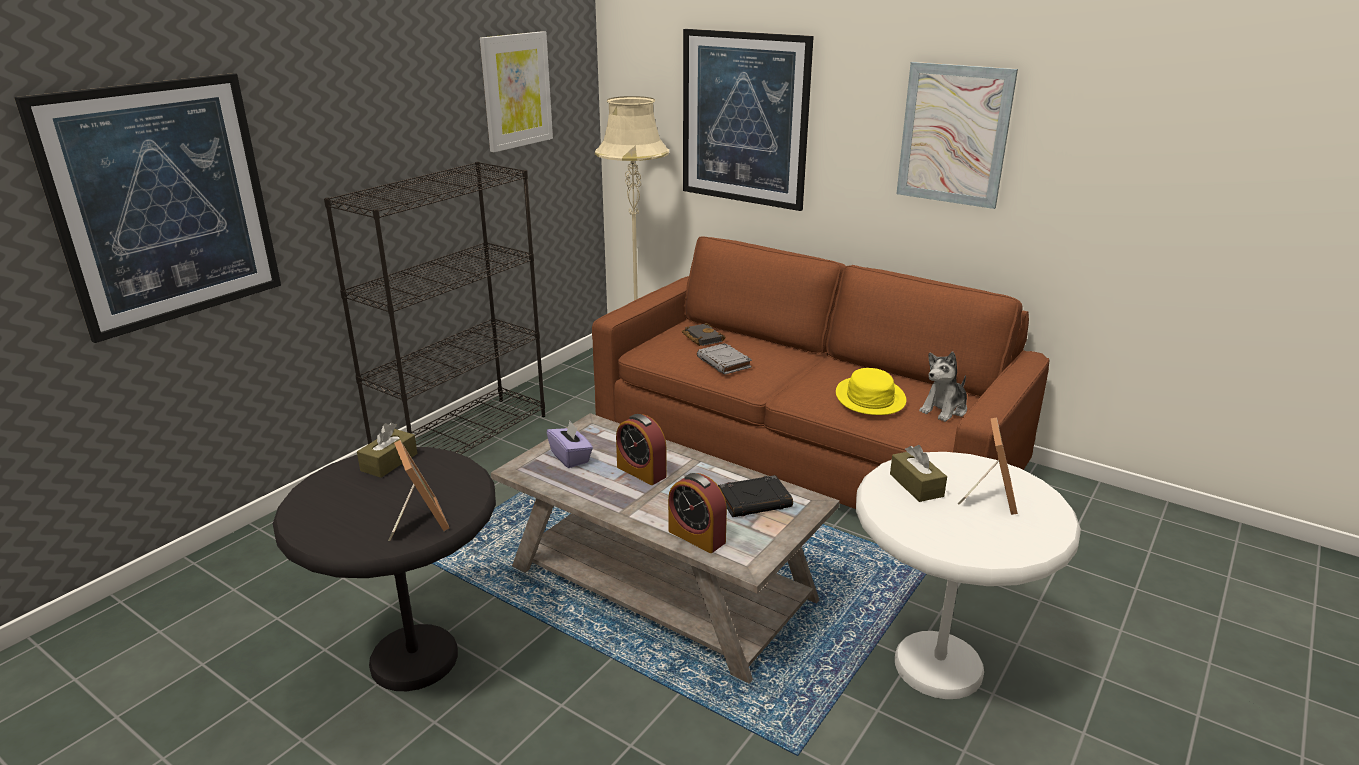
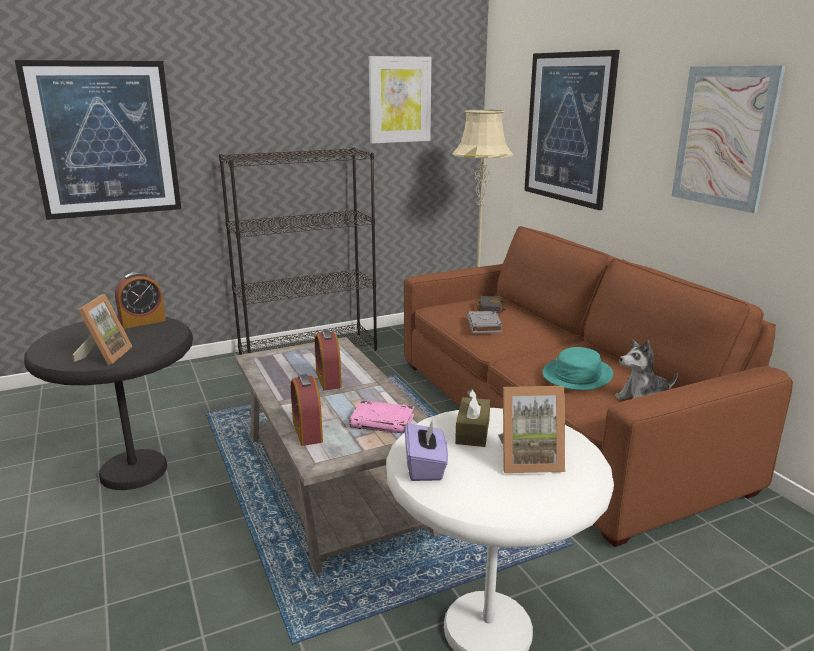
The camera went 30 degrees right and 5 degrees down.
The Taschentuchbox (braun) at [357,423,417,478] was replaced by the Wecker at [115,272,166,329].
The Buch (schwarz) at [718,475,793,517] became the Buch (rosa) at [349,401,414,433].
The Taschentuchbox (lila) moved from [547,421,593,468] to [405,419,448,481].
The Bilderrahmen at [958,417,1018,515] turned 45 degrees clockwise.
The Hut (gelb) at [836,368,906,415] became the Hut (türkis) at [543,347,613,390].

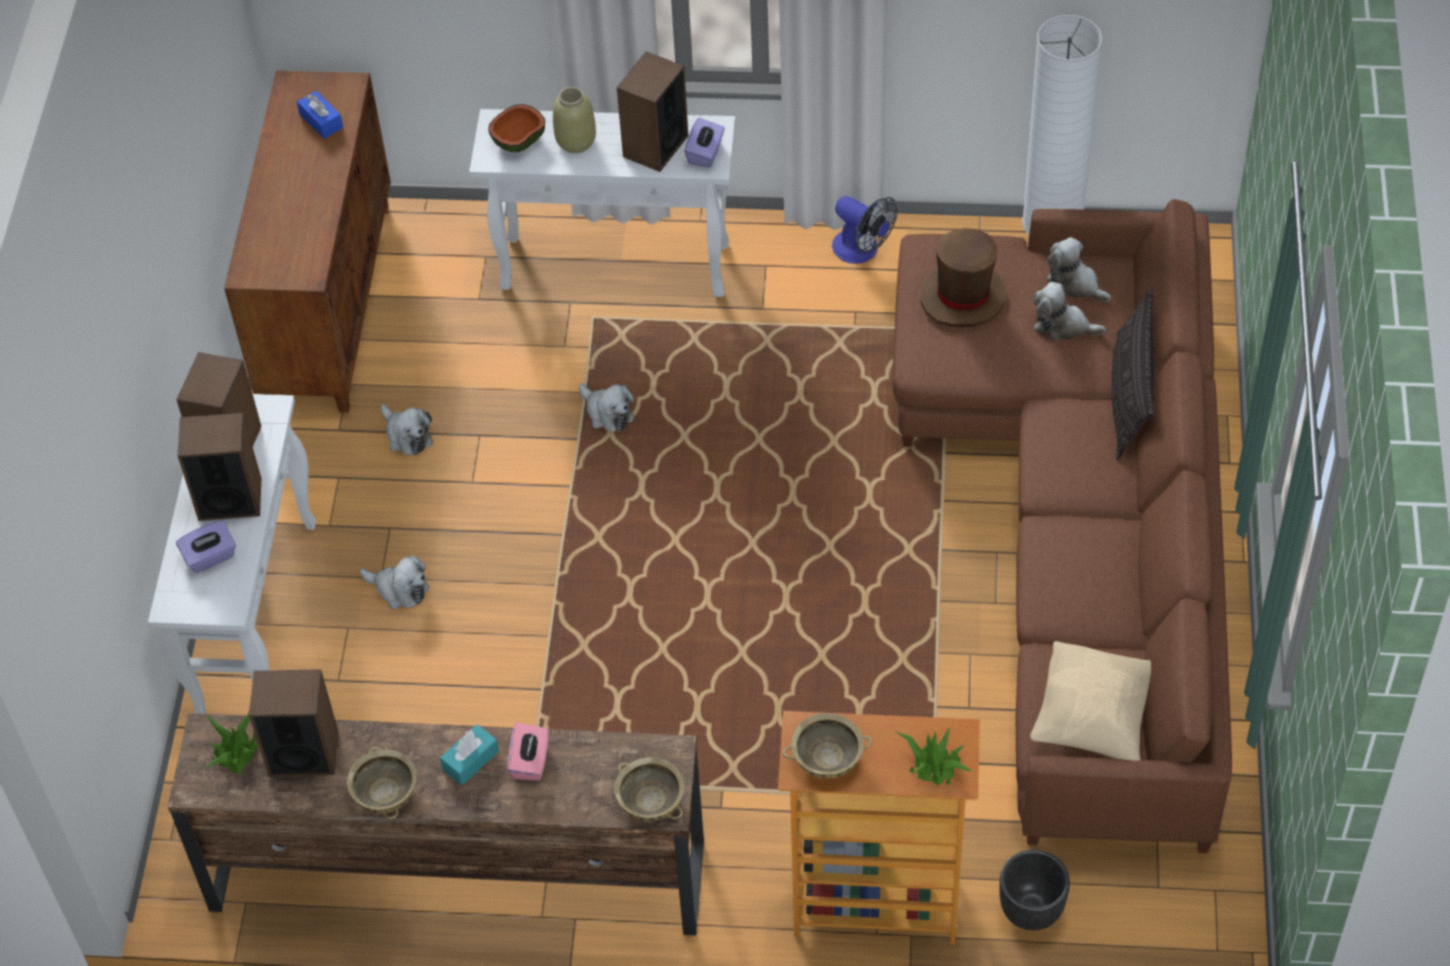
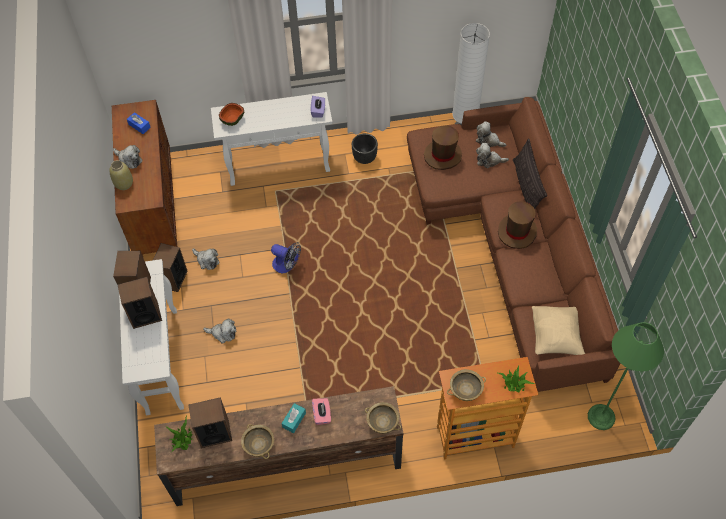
The camera went 15 degrees left and 5 degrees up.
The Vase (beige) moved from [553,87,596,153] to [109,160,133,190].
The Plüschtier moved from [579,383,634,431] to [113,145,143,169].
The Lautsprecher moved from [617,51,688,172] to [153,243,188,292].
The Ventilator moved from [832,196,897,264] to [271,242,301,273].
The Pflanzkübel (schwarz) moved from [999,850,1070,931] to [352,133,378,164].
The Hut (braun) at [498,201,537,249] appeared.
The Stehlampe (grün) at [588,322,664,430] appeared.
The Taschentuchbox (lila) at [176,520,236,573] disappeared.

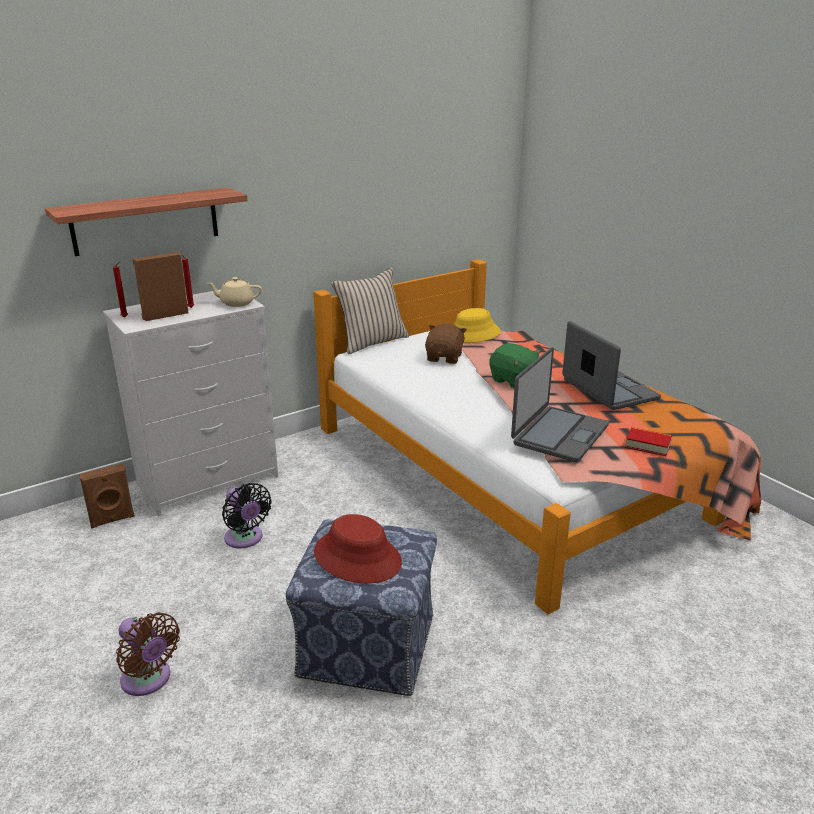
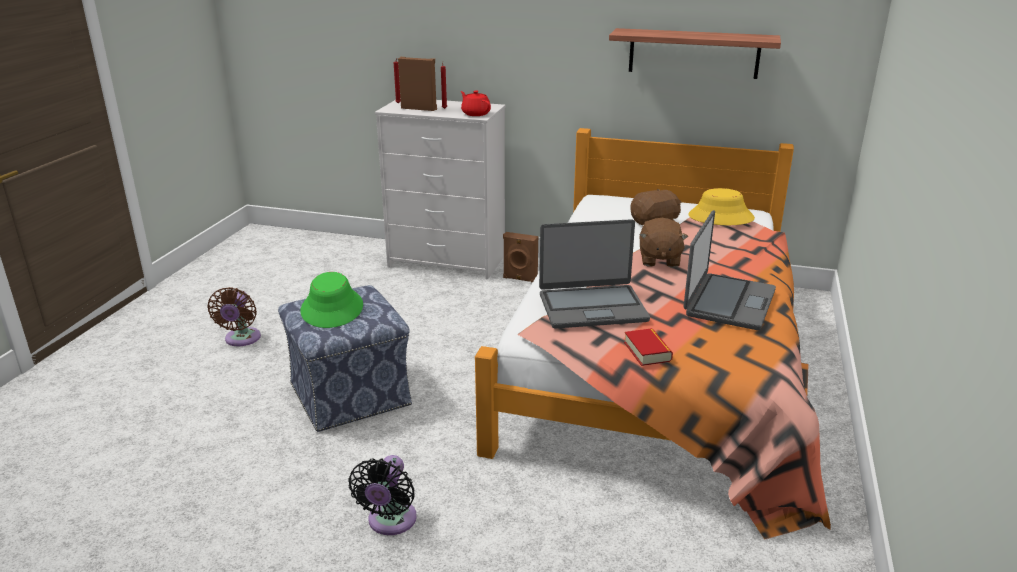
The camera went 50 degrees right and 0 degrees up.
The Hut (rot) at [314,514,402,584] became the Hut (grün) at [300,272,363,328].
The Ventilator (schwarz) moved from [222,483,272,549] to [348,455,417,535].
The Teekanne (beige) at [207,277,262,307] became the Teekanne (rot) at [460,91,491,116].
The Lautsprecher (braun) moved from [79,463,135,529] to [503,232,538,283].
The Wandregal moved from [45,188,248,256] to [609,28,781,79].
The Plüschtier (grün) at [489,343,541,388] became the Plüschtier (braun) at [640,218,688,268].
The Kissen (beige) at [331,267,409,354] disappeared.

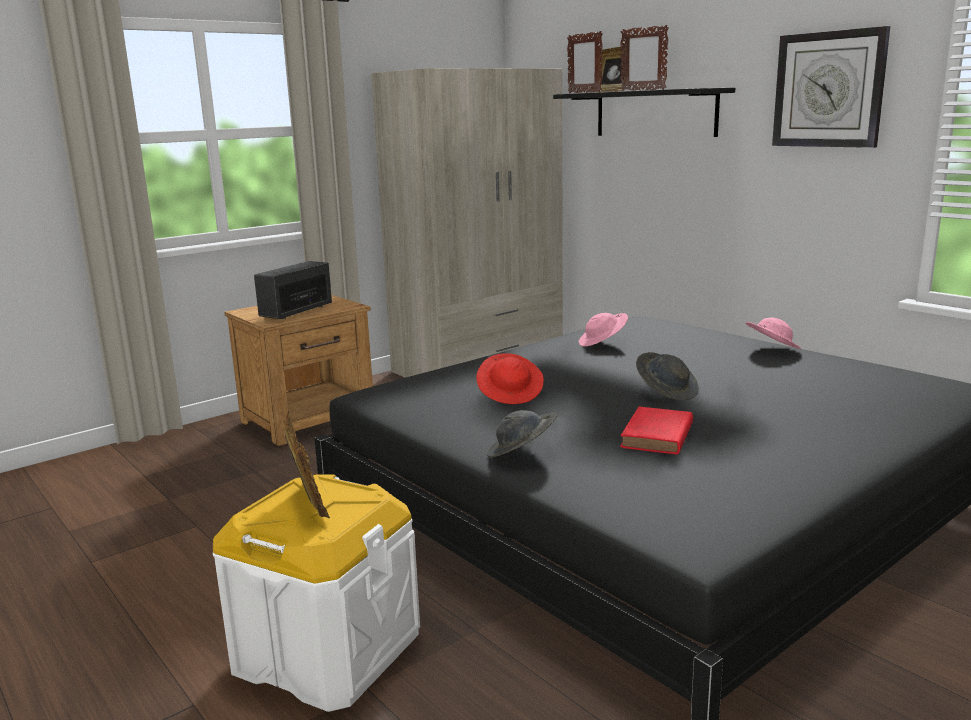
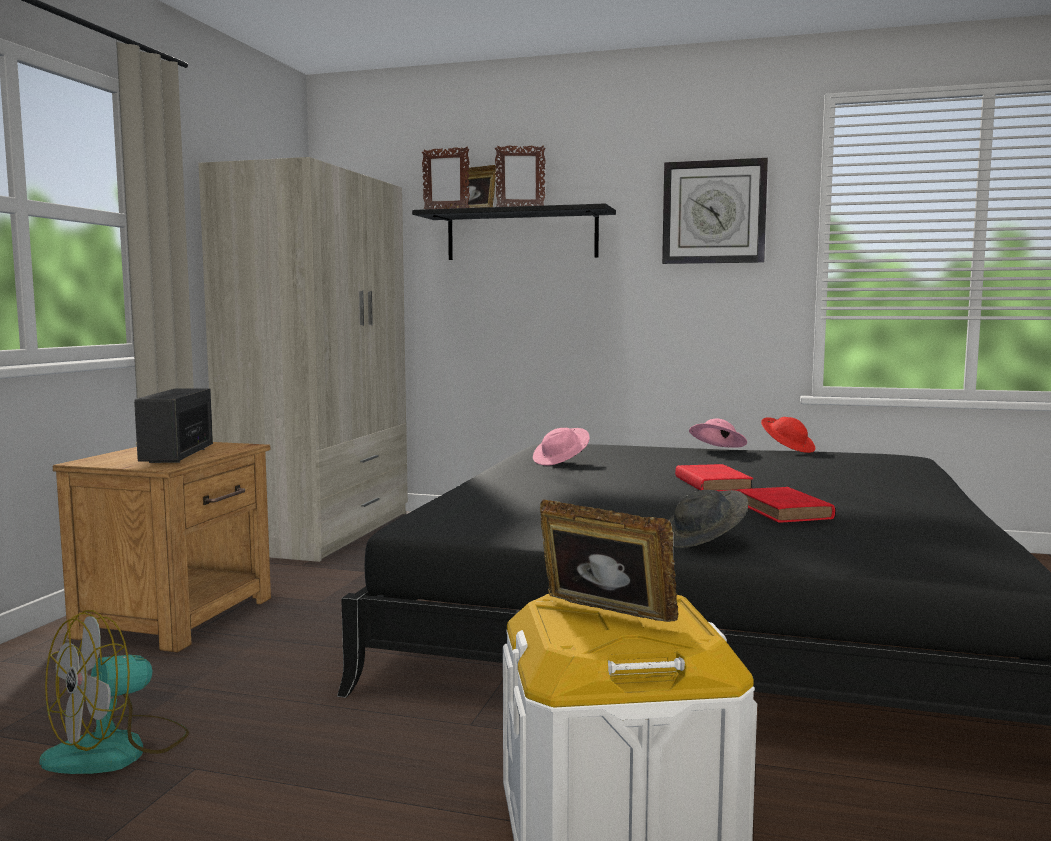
The camera went 35 degrees left and 10 degrees down.
The Ventilator at [39,610,189,774] appeared.
The Hut (grau) at [636,352,699,400] was replaced by the Buch (rot) at [675,464,753,492].
The Hut (rot) moved from [476,353,544,404] to [761,417,815,453].

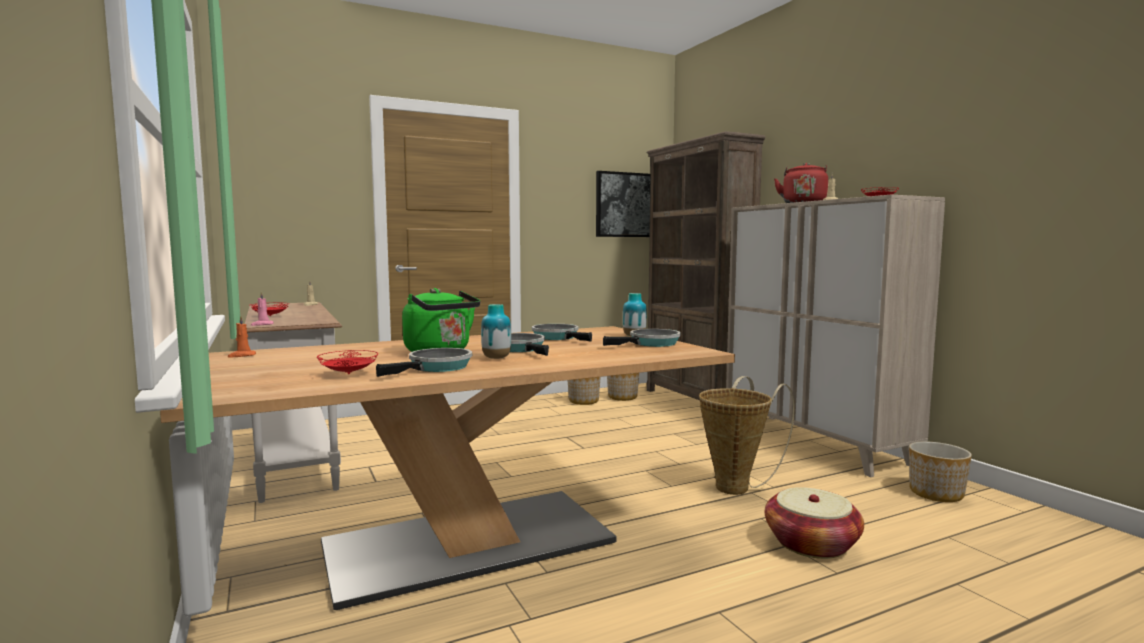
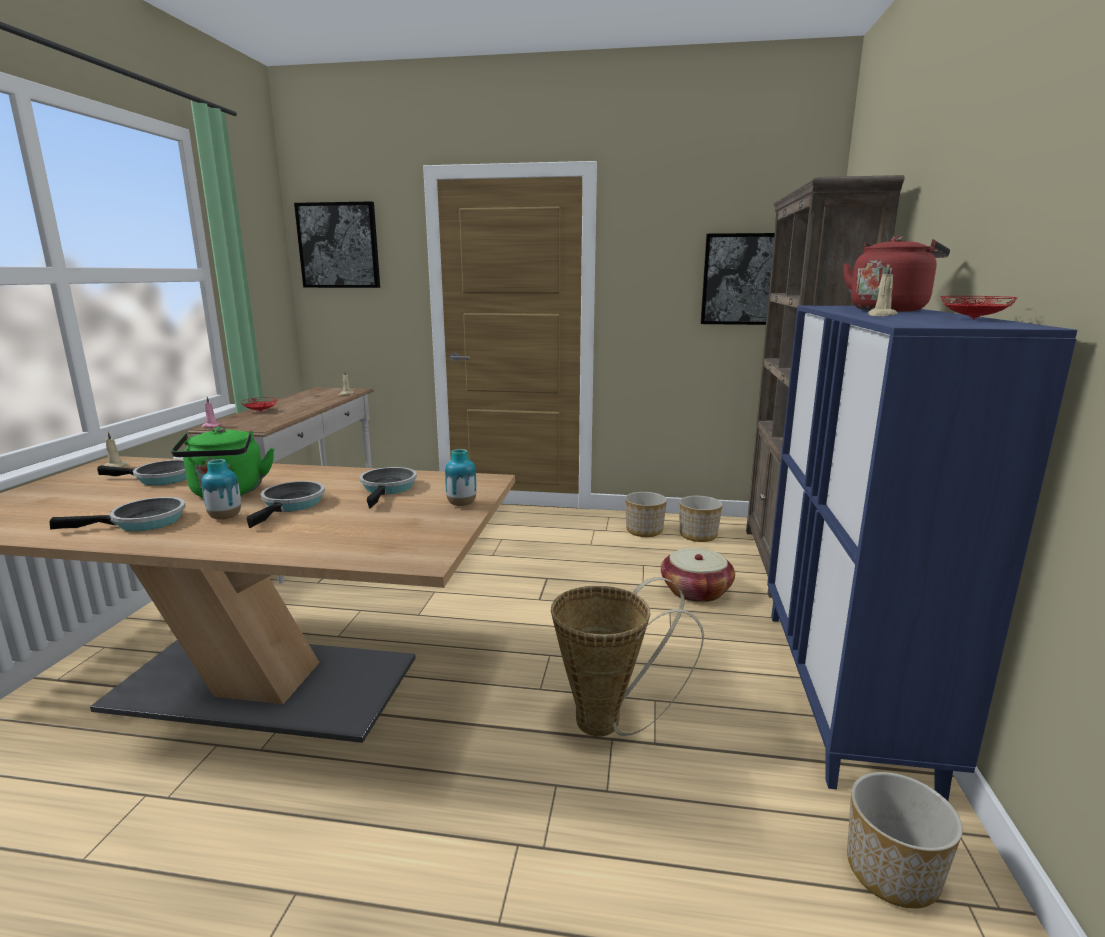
The camera went 35 degrees right and 10 degrees up.
The Pfanne moved from [603,329,681,347] to [97,460,187,486].
The Kerze (orange) at [228,315,256,358] became the Kerze (beige) at [104,432,127,467].
The Bild at [294,201,380,288] appeared.
The Korb moved from [765,487,864,559] to [661,548,735,602].
The Schrank (beige) at [726,194,945,477] became the Schrank (blau) at [767,305,1077,801].
The Teller (rot) at [317,350,378,374] disappeared.

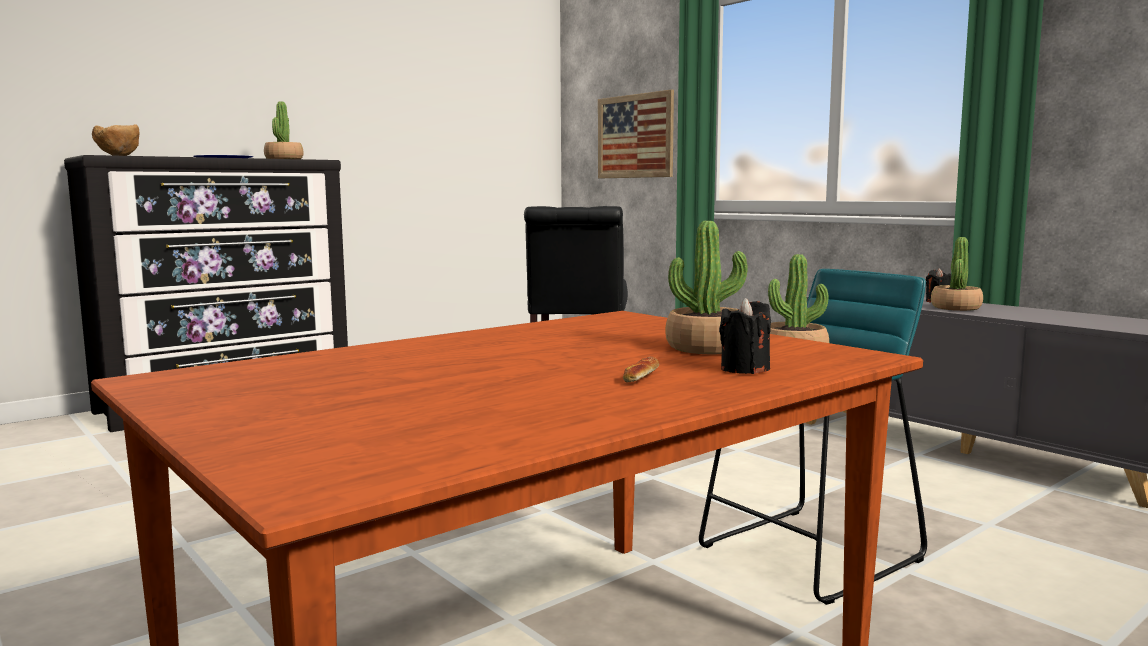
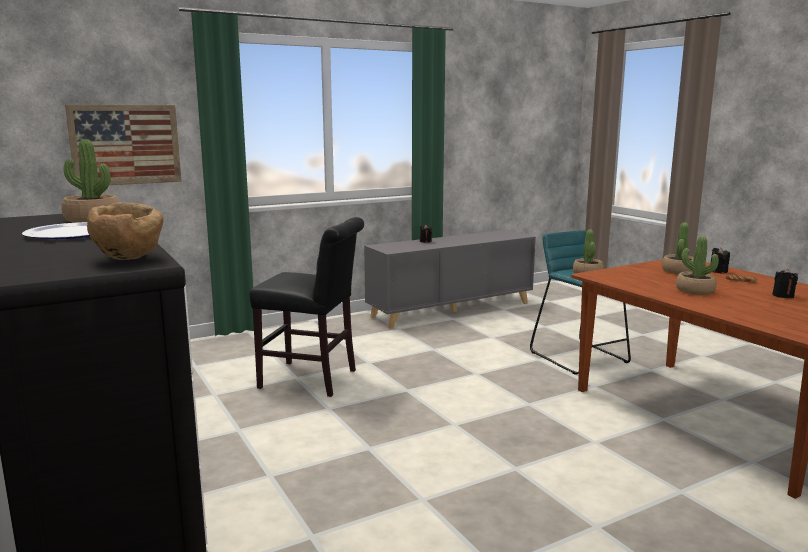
The camera went 80 degrees left and 5 degrees up.
The Topfpflanze moved from [931,237,983,311] to [676,236,719,295].
The Kerze (schwarz) at [772,269,798,298] appeared.

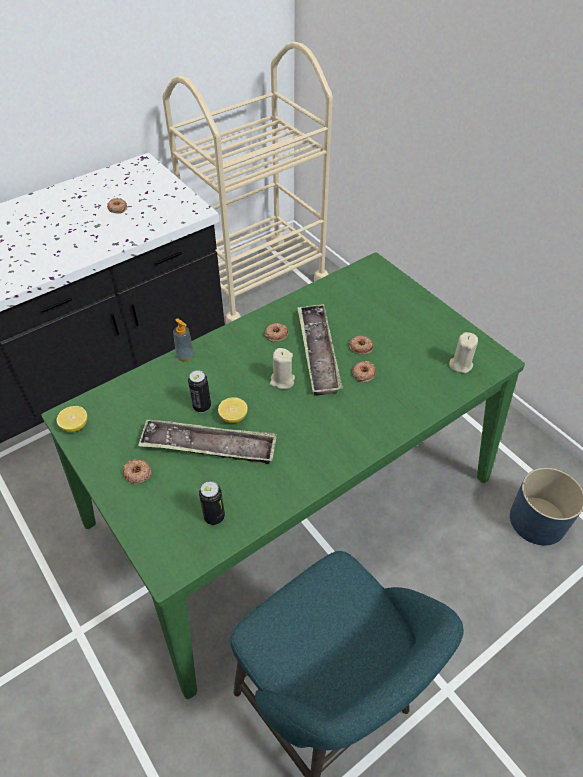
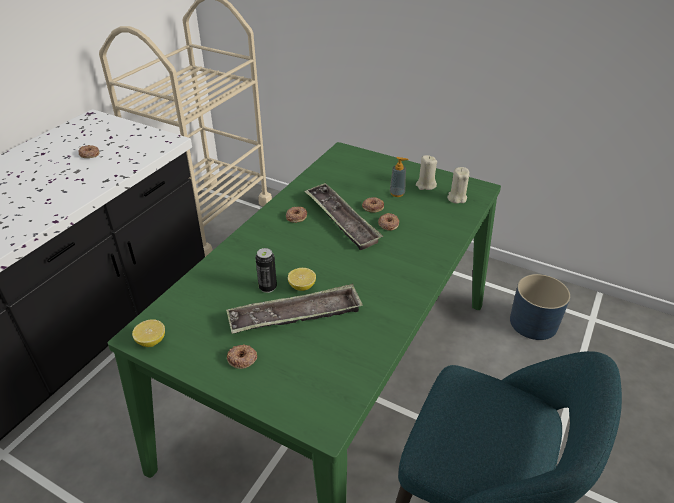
The camera went 25 degrees left and 10 degrees down.
The Seifenspender moved from [173,318,194,361] to [390,157,408,197].
The Kerze (beige) moved from [270,348,295,389] to [416,155,437,190].
The Dose at [199,481,225,525] disappeared.

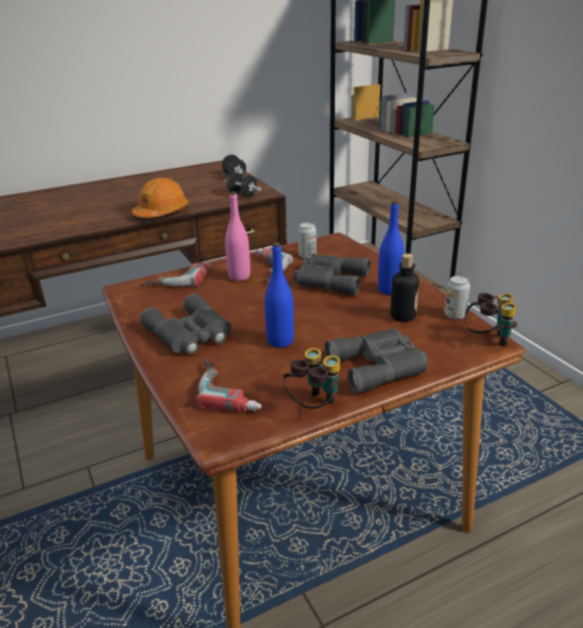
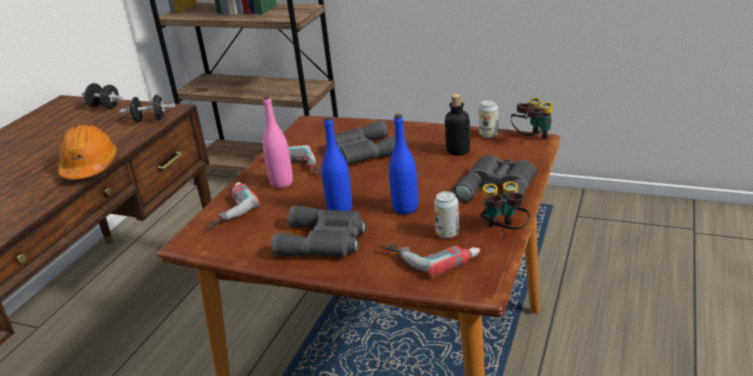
The camera went 40 degrees left and 0 degrees up.
The Flasche (blau) moved from [378,201,404,295] to [321,116,352,211].
The Dose moved from [298,223,316,259] to [434,191,459,238].

